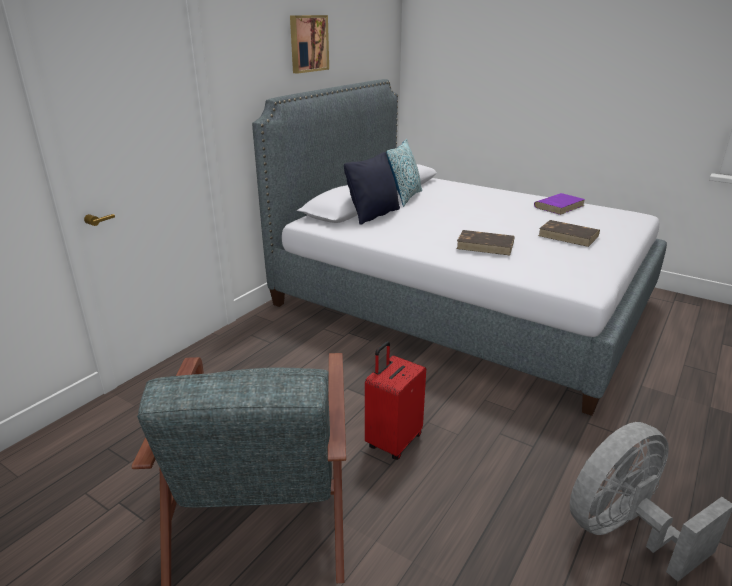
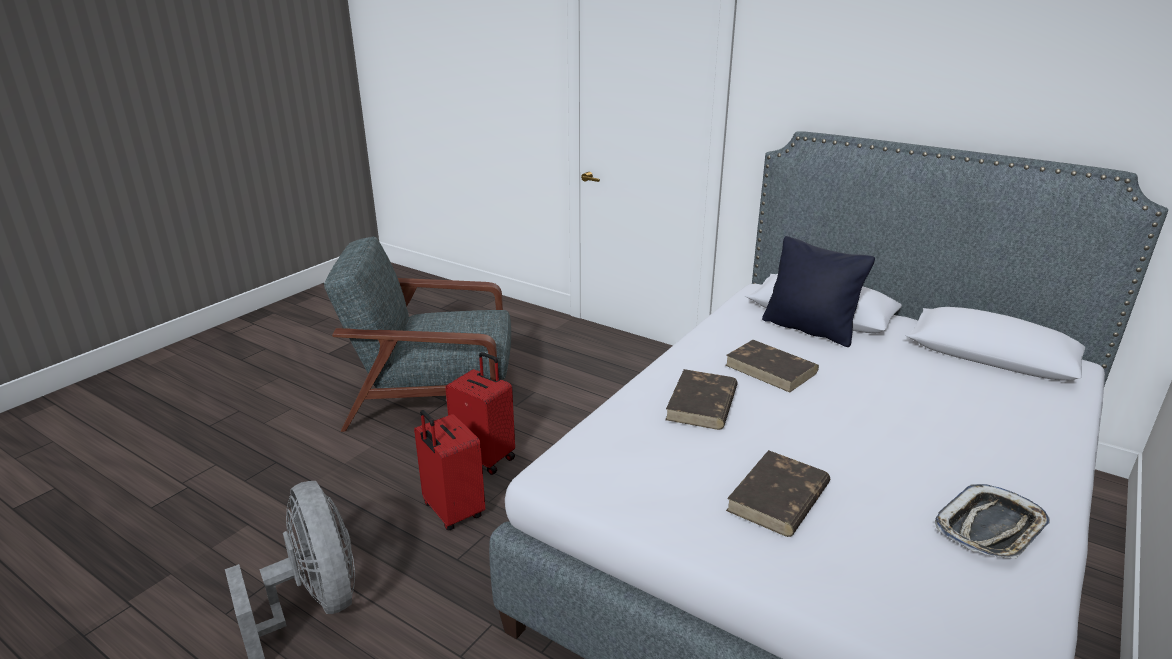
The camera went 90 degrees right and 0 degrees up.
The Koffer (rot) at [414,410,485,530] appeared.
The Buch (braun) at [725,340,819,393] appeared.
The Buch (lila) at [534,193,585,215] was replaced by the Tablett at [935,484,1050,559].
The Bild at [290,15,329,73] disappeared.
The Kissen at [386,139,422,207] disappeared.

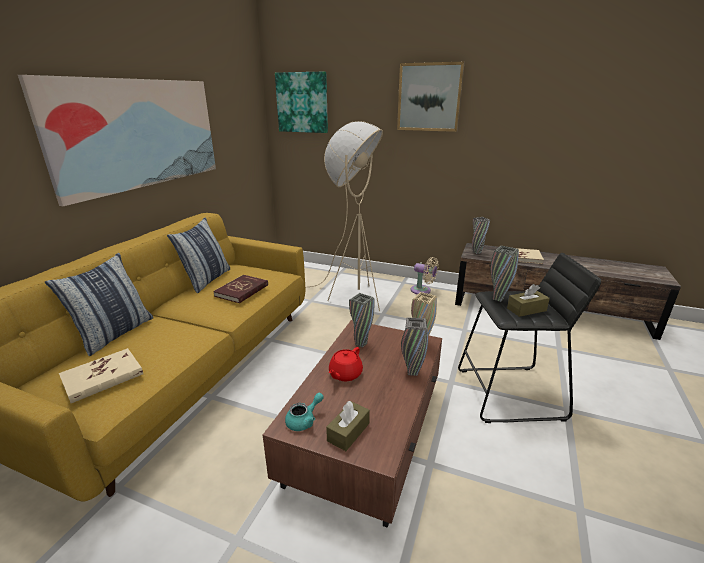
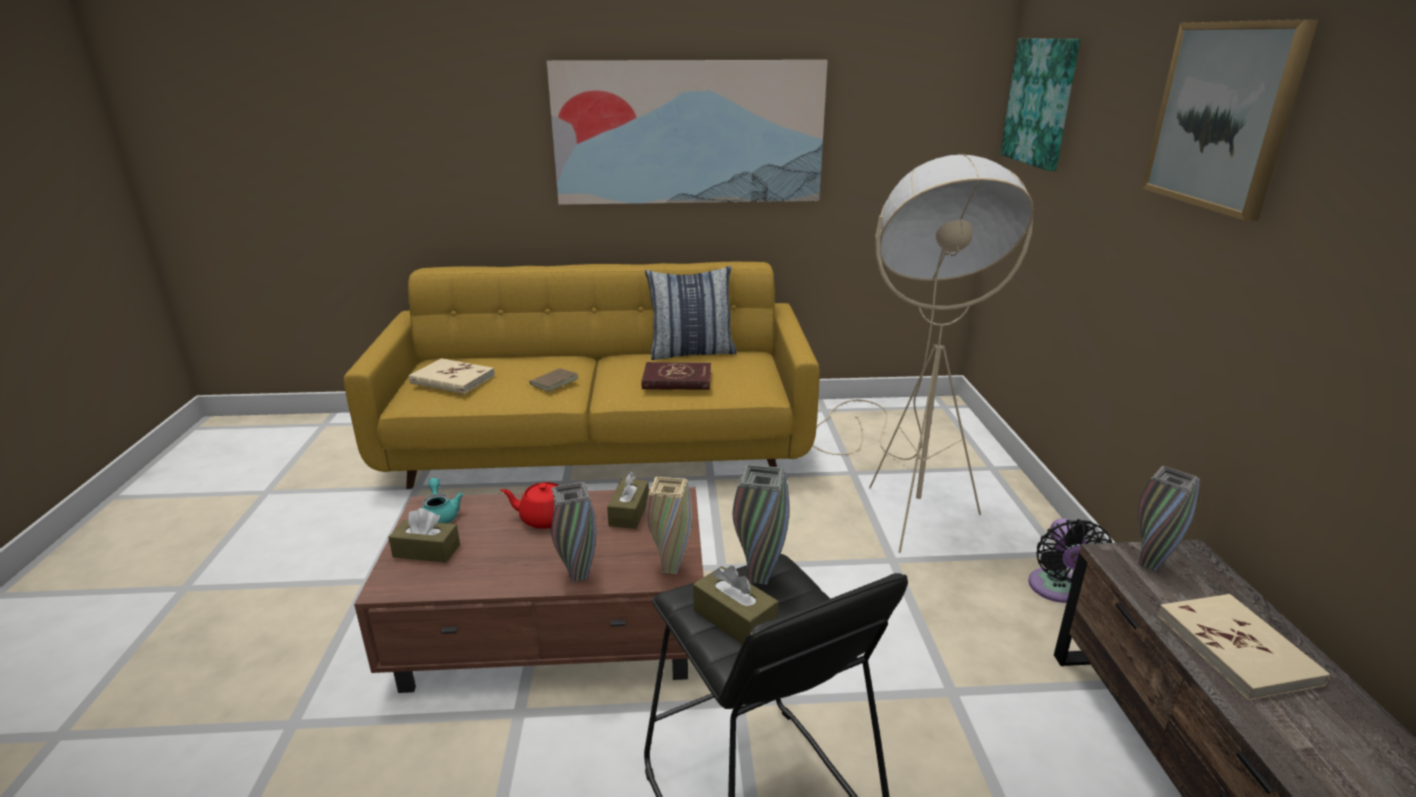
The camera went 65 degrees right and 0 degrees up.
The Teekanne (türkis) at [285,393,324,431] turned 135 degrees counterclockwise.
The Buch (braun) at [528,368,578,392] appeared.
The Vase (grau) at [349,293,374,348] was replaced by the Taschentuchbox (braun) at [607,472,649,529].
The Ventilator (beige) at [411,257,439,294] became the Ventilator (schwarz) at [1028,519,1112,603].
The Kissen at [45,253,153,356] disappeared.

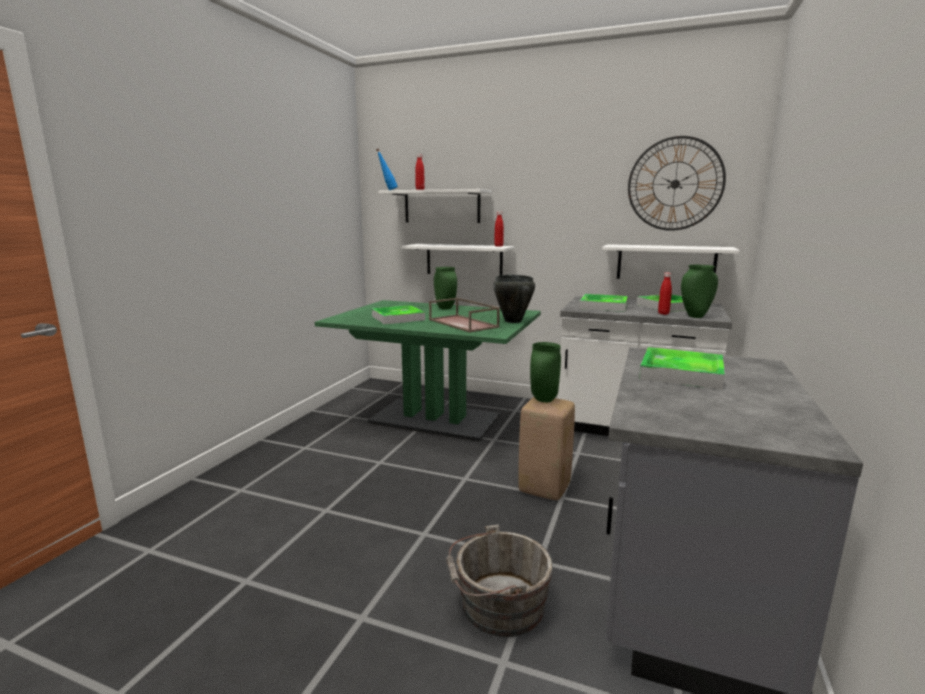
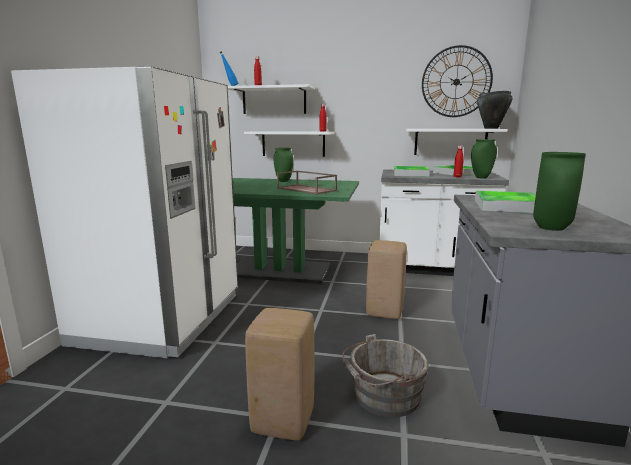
The camera went 10 degrees left and 0 degrees up.
The Kühlschrank (weiß) at [11,66,238,358] appeared.
The Hocker (beige) at [245,308,314,440] appeared.
The Kochtopf (schwarz) moved from [493,274,535,323] to [477,91,513,129].
The Vase (grün) moved from [530,342,561,402] to [533,152,586,231].
The Tablett at [372,305,425,324] disappeared.

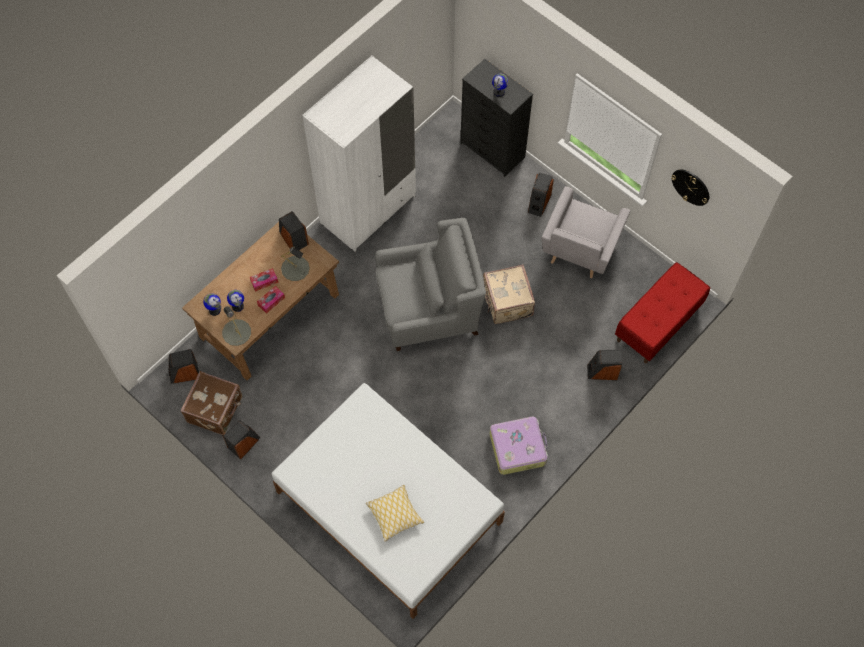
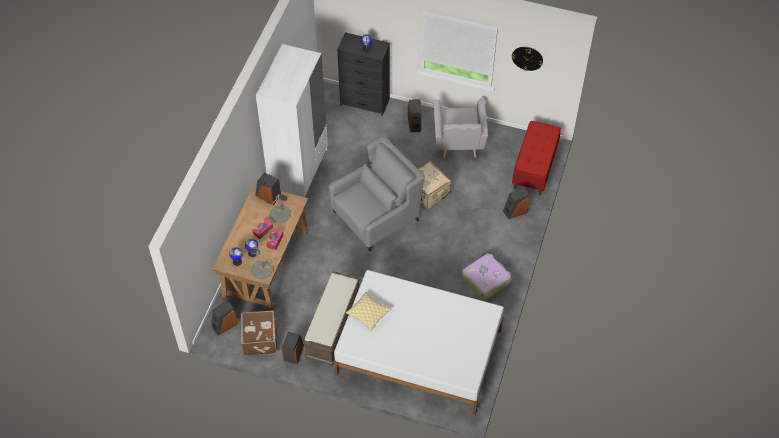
The camera went 25 degrees left and 10 degrees down.
The Bank (braun) at [303,271,360,367] appeared.
The Kissen moved from [366,485,424,542] to [346,292,391,331].

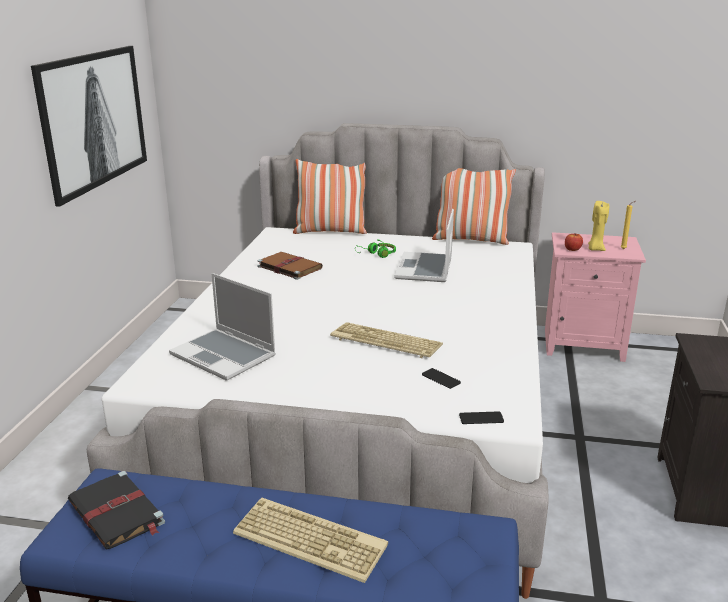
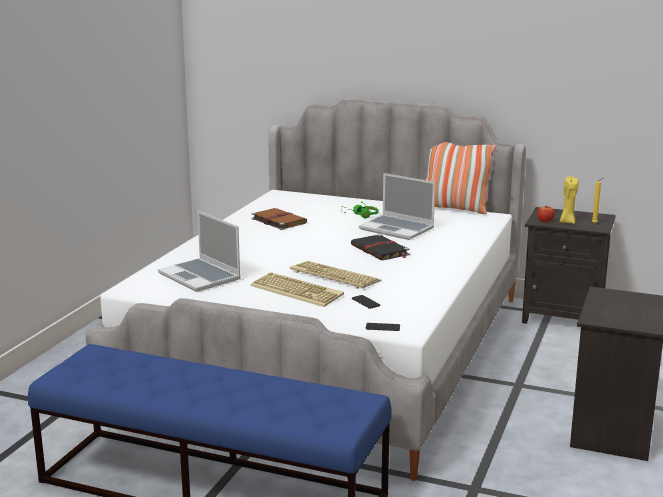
The camera went 10 degrees right and 5 degrees down.
The Tastatur moved from [233,498,388,583] to [250,272,344,307].
The Buch (schwarz) moved from [68,471,165,550] to [351,234,410,260].
The Laptop at [394,209,454,282] turned 75 degrees counterclockwise.
The Nachttisch (rosa) at [545,232,646,362] became the Nachttisch (schwarz) at [522,207,616,324].
The Bild at [31,46,147,207] disappeared.
The Kissen at [293,159,367,234] disappeared.

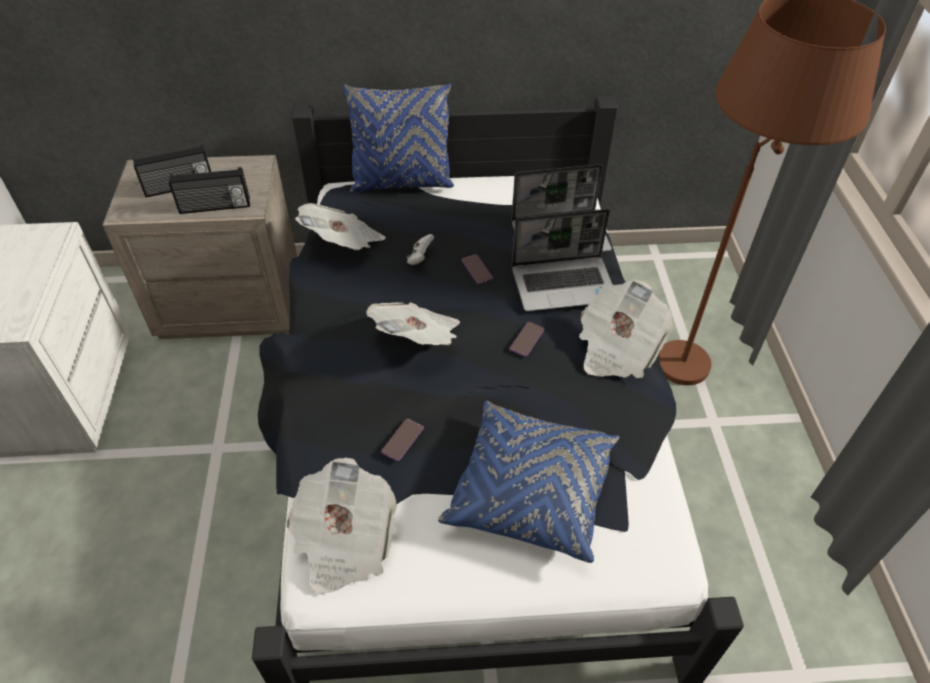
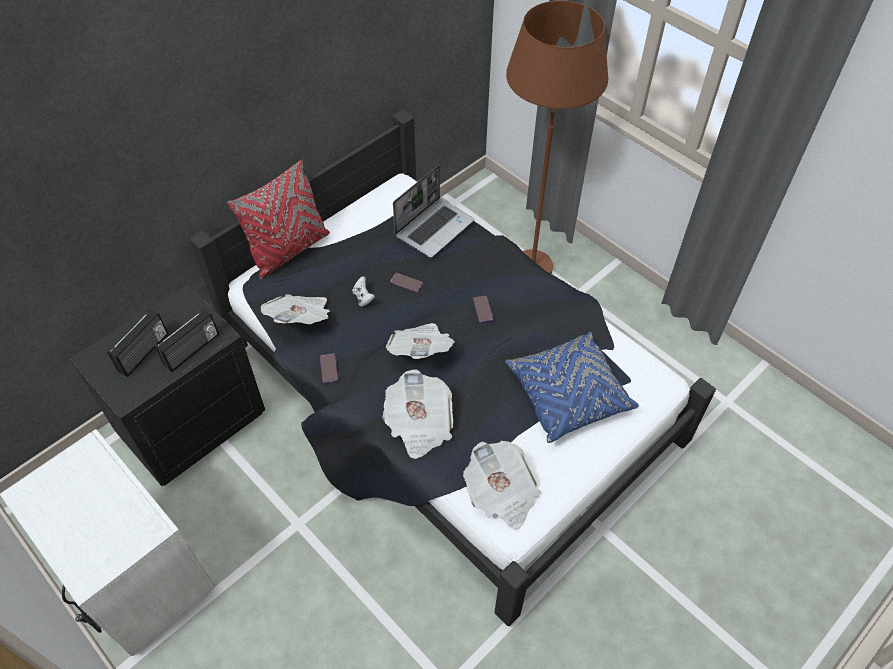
The camera went 40 degrees left and 5 degrees up.
The Nachttisch (beige) at [102,155,297,339] became the Nachttisch (schwarz) at [69,284,265,486].
The Kissen (blau) at [343,83,454,192] became the Kissen (rot) at [227,159,330,279].
The Handy moved from [381,418,424,461] to [320,353,338,383].
The Zeitung moved from [579,280,673,378] to [383,370,453,459].
The Laptop at [512,209,612,311] disappeared.

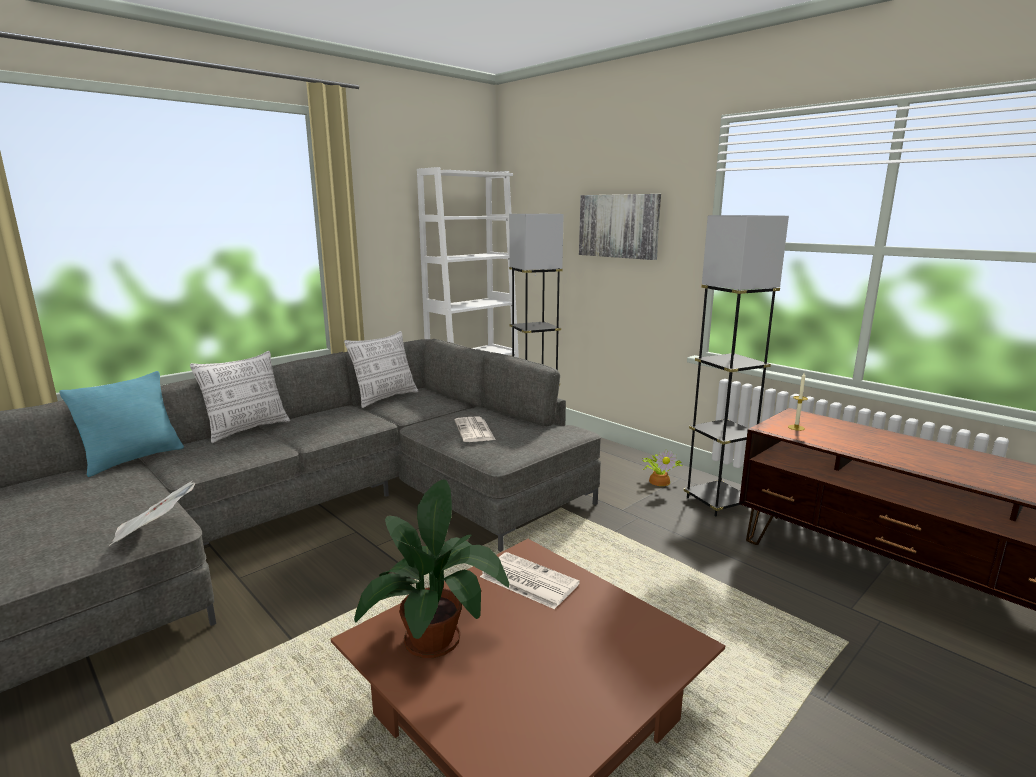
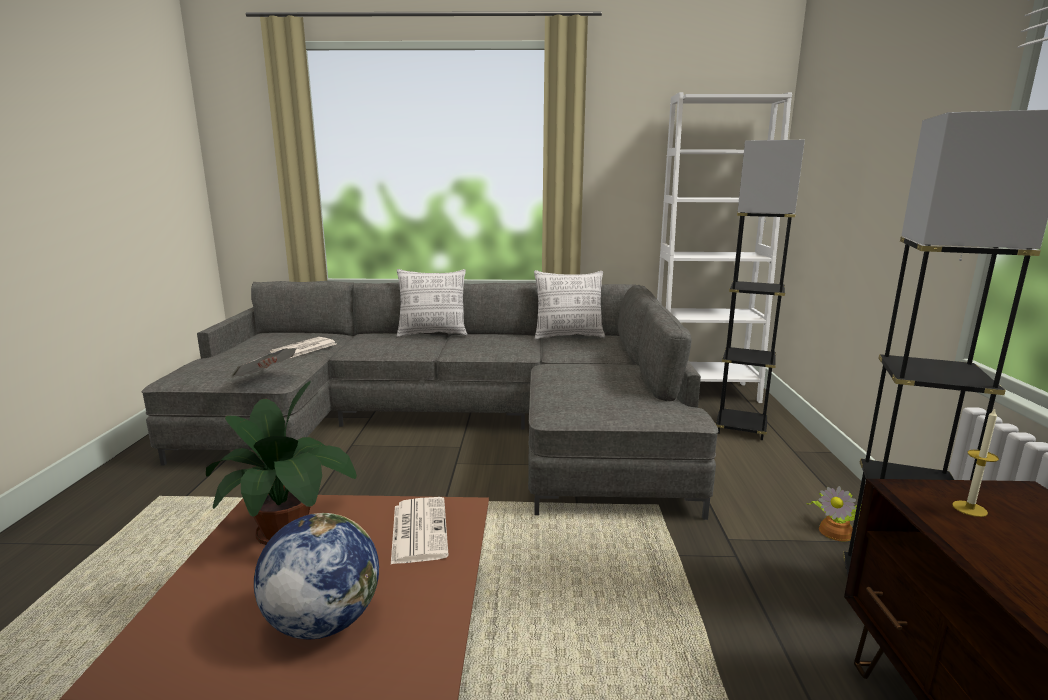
The camera went 45 degrees right and 0 degrees up.
The Globus at [254,513,379,639] appeared.
The Zeitung moved from [455,417,496,442] to [270,337,336,358].
The Kissen (türkis) at [59,371,184,477] disappeared.
The Bild at [579,194,661,260] disappeared.

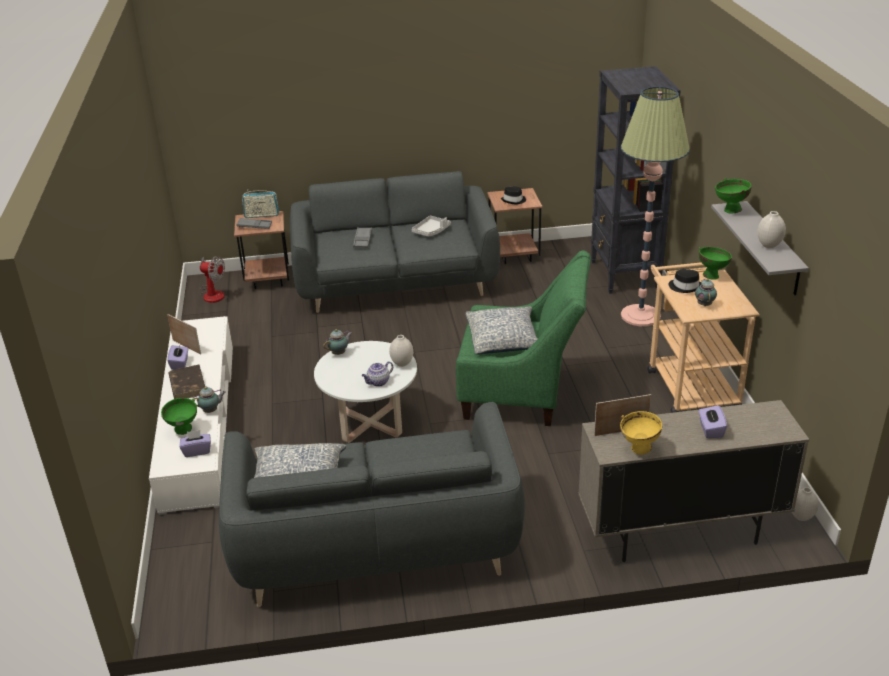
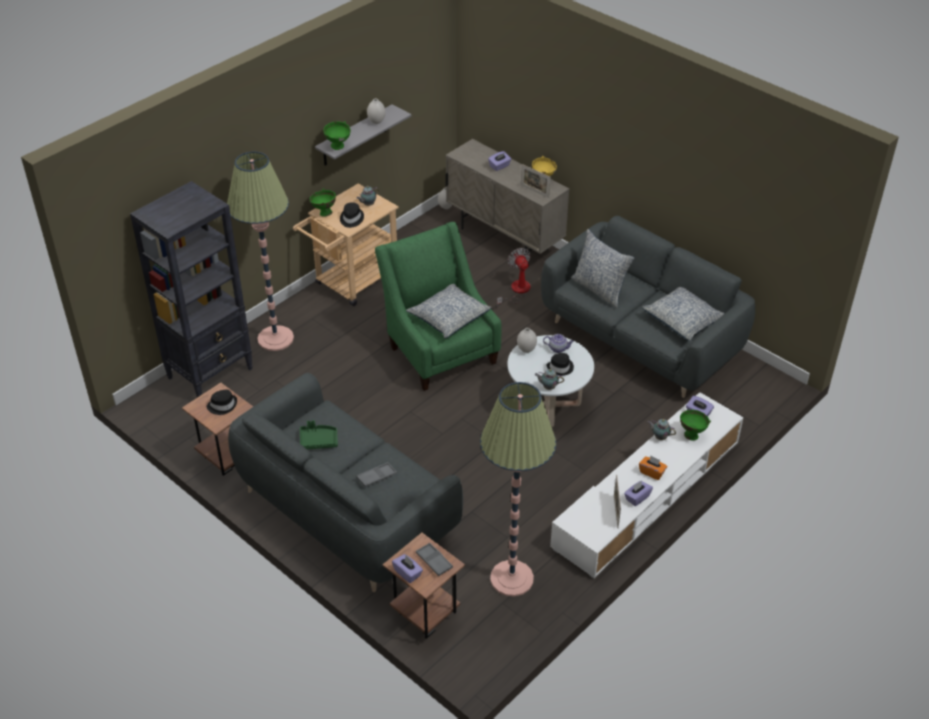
The camera went 130 degrees left and 10 degrees up.
The Tablett (grau) at [412,215,451,237] became the Tablett (grün) at [300,420,338,449].
The Radio at [242,190,279,218] was replaced by the Taschentuchbox (lila) at [392,554,423,583].
The Stehlampe at [480,382,556,597] appeared.
The Ventilator moved from [200,256,225,303] to [497,248,531,308].
The Hut (schwarz) at [546,353,574,376] appeared.
The Kissen at [571,229,634,308] appeared.
The Buch (braun) at [169,364,205,399] was replaced by the Taschentuchbox (orange) at [639,456,667,480].

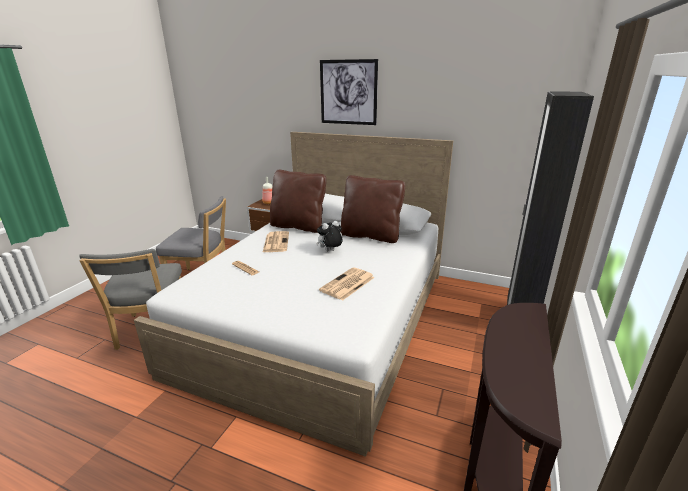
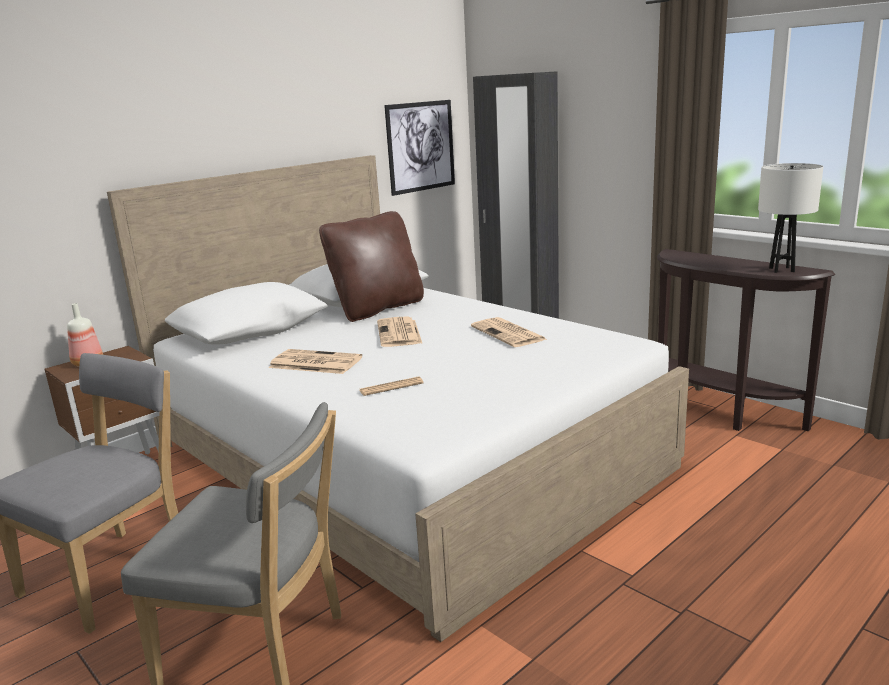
The camera went 65 degrees left and 5 degrees down.
The Plüschtier at [316,220,343,251] was replaced by the Zeitung at [377,316,423,347].
The Bild moved from [320,59,378,125] to [384,100,455,196].
The Tischlampe (weiß) at [758,163,824,273] appeared.
The Kissen (braun) at [270,170,326,233] disappeared.

